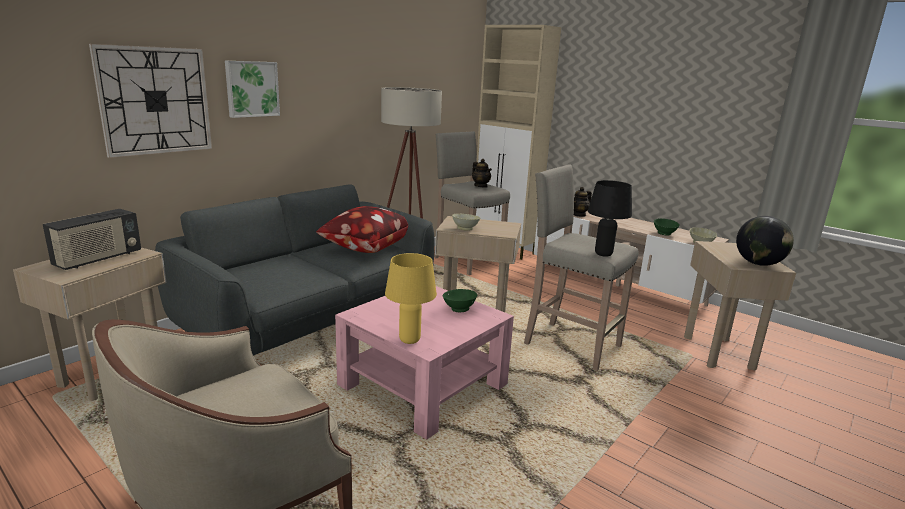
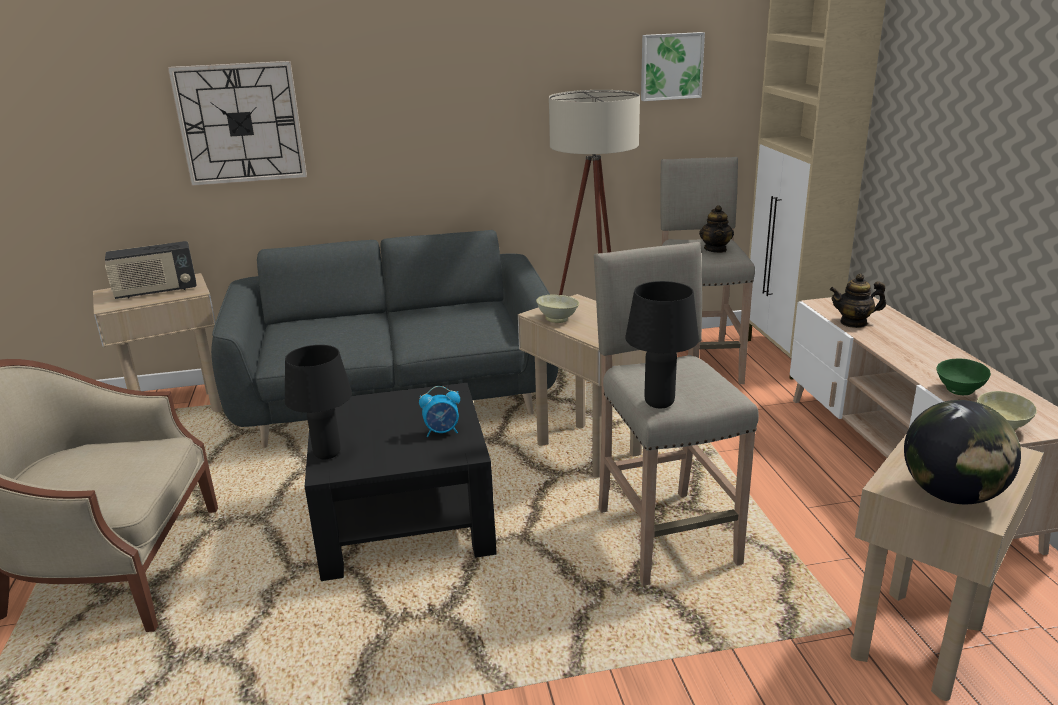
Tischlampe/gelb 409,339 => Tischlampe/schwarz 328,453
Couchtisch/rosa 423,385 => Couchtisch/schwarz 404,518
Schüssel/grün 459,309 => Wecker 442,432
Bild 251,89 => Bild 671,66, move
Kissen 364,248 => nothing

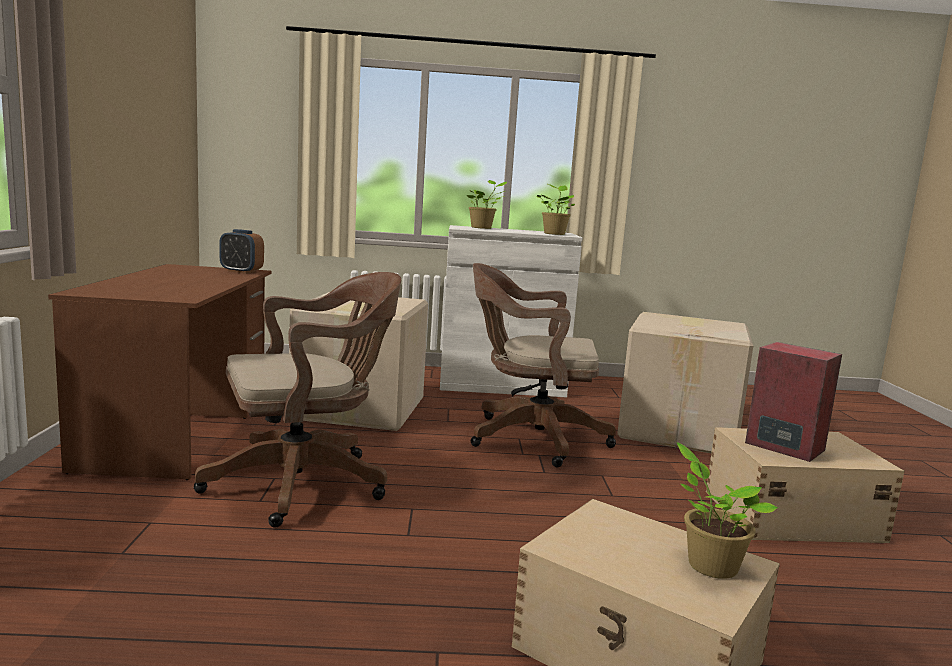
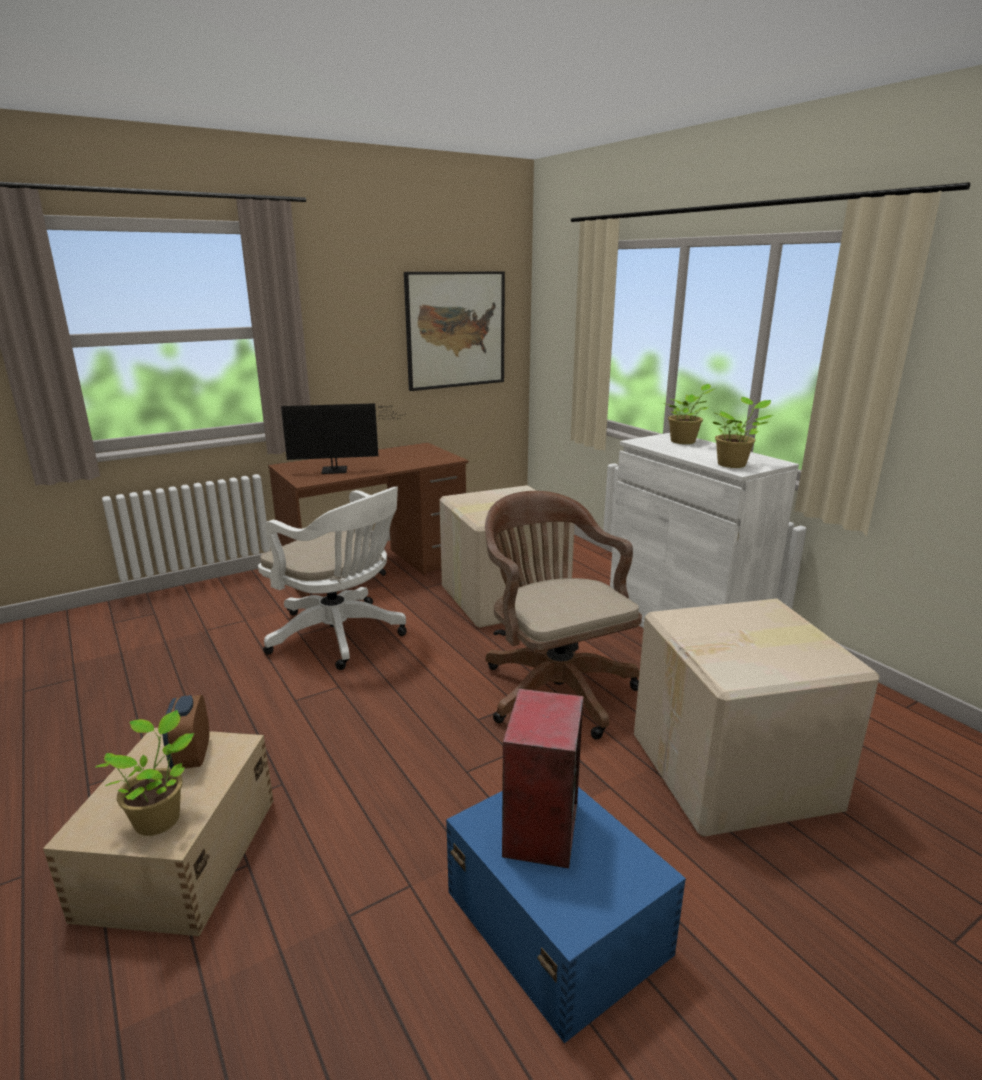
Wecker 241,271 => Wecker 191,756, move
Bürostuhl/braun 306,483 => Bürostuhl/weiß 341,636
nothing => Monitor 339,470
nothing => Bild 455,330
Aufbewahrungsbox/beige 789,515 => Aufbewahrungsbox/blau 555,919

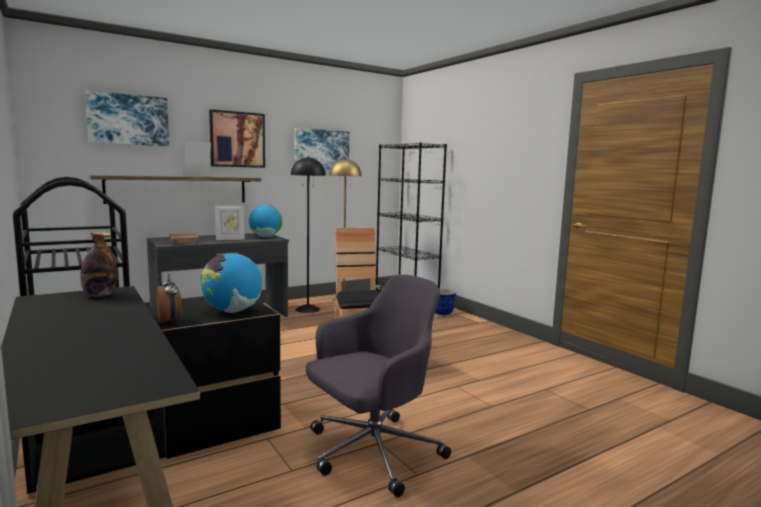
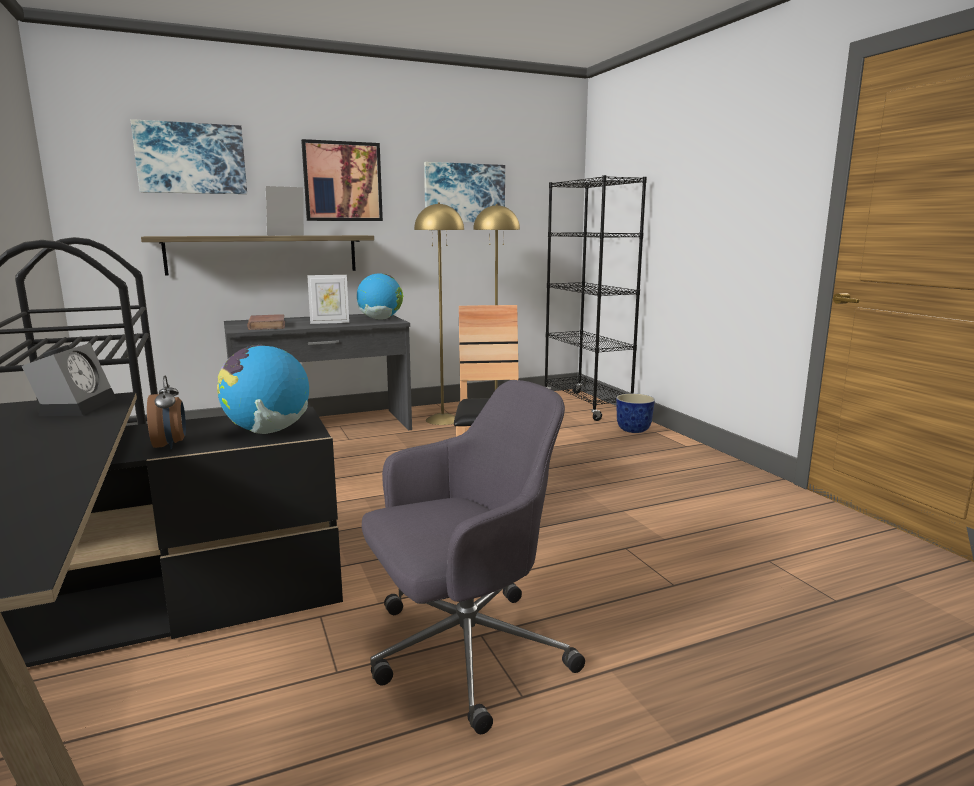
Flasche 100,295 => Wecker 76,406
Stehlampe/schwarz 308,309 => Stehlampe/gelb 442,419

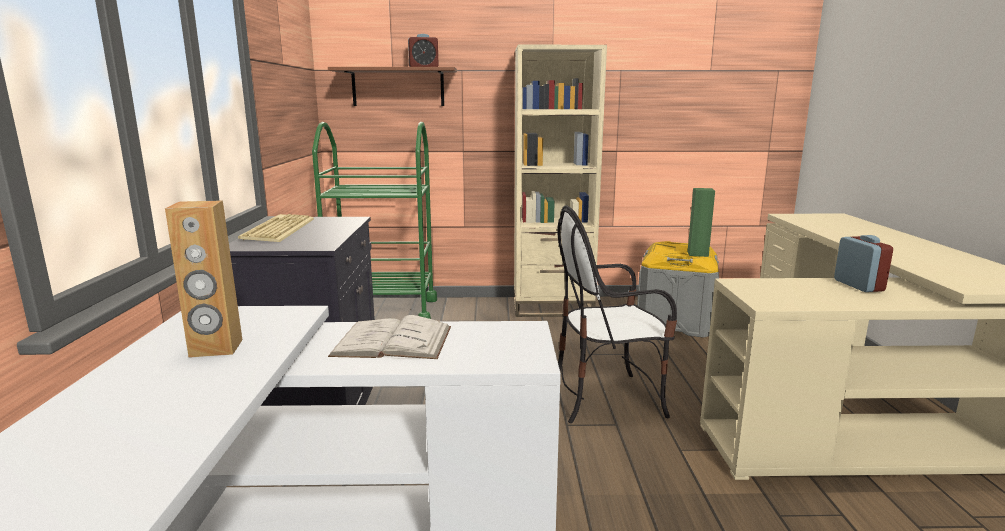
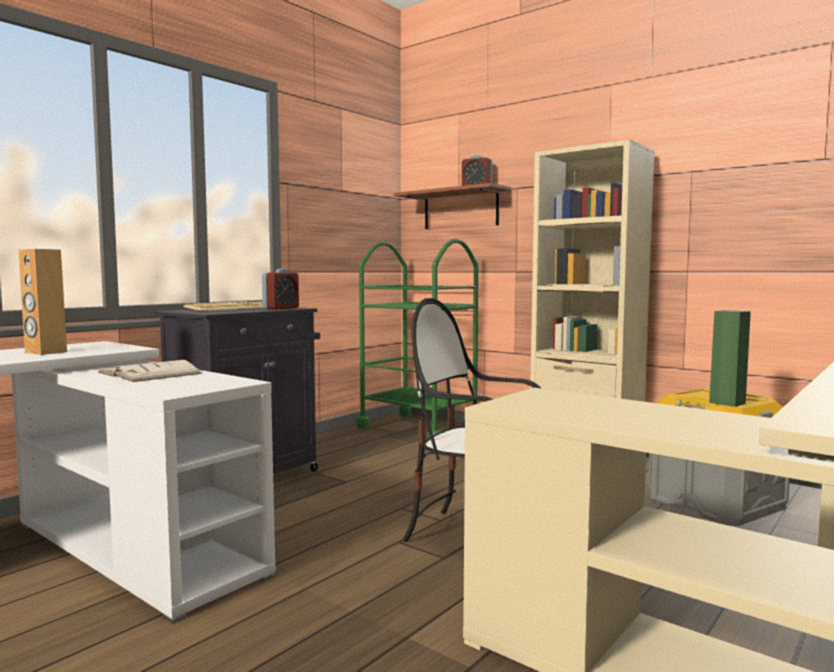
Wecker 858,285 => Wecker 281,308, move

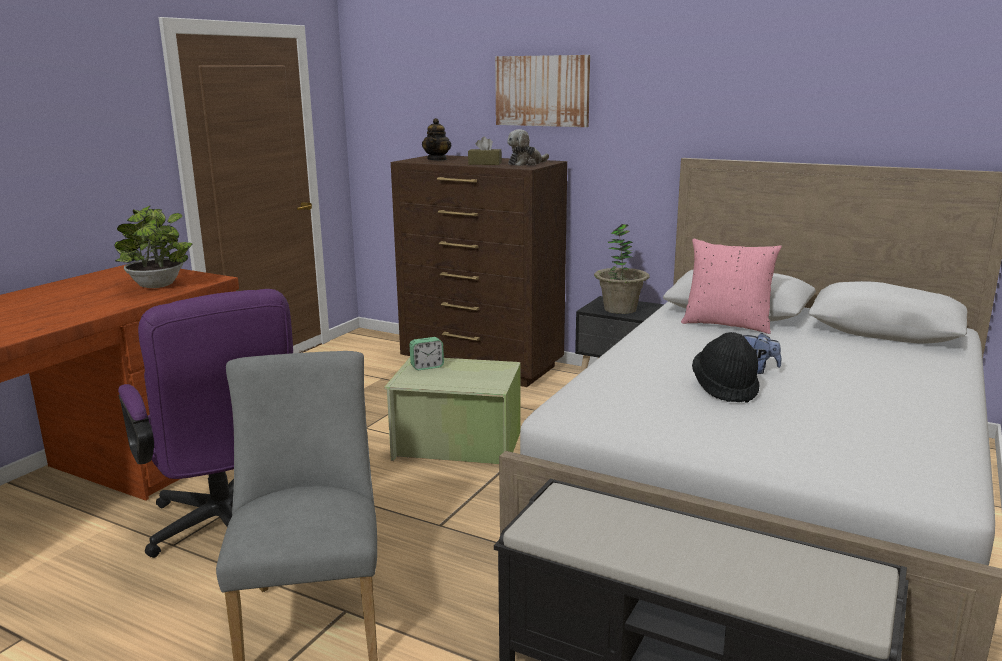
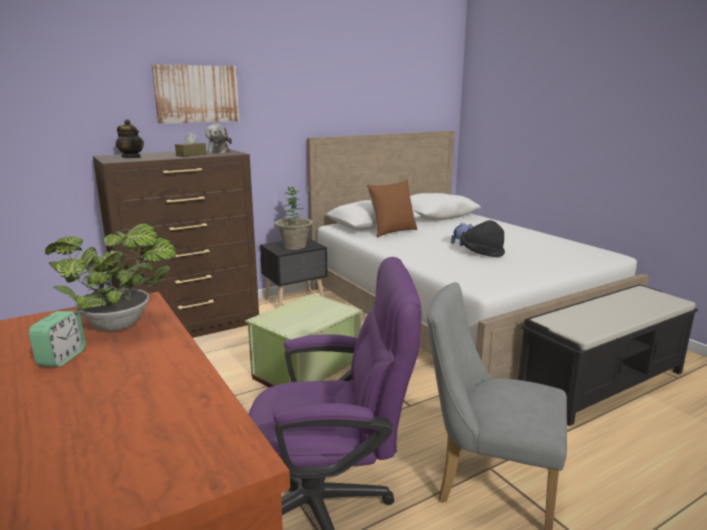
Wecker 427,367 => Wecker 62,358, move
Kissen/rosa 727,324 => Kissen/braun 392,231

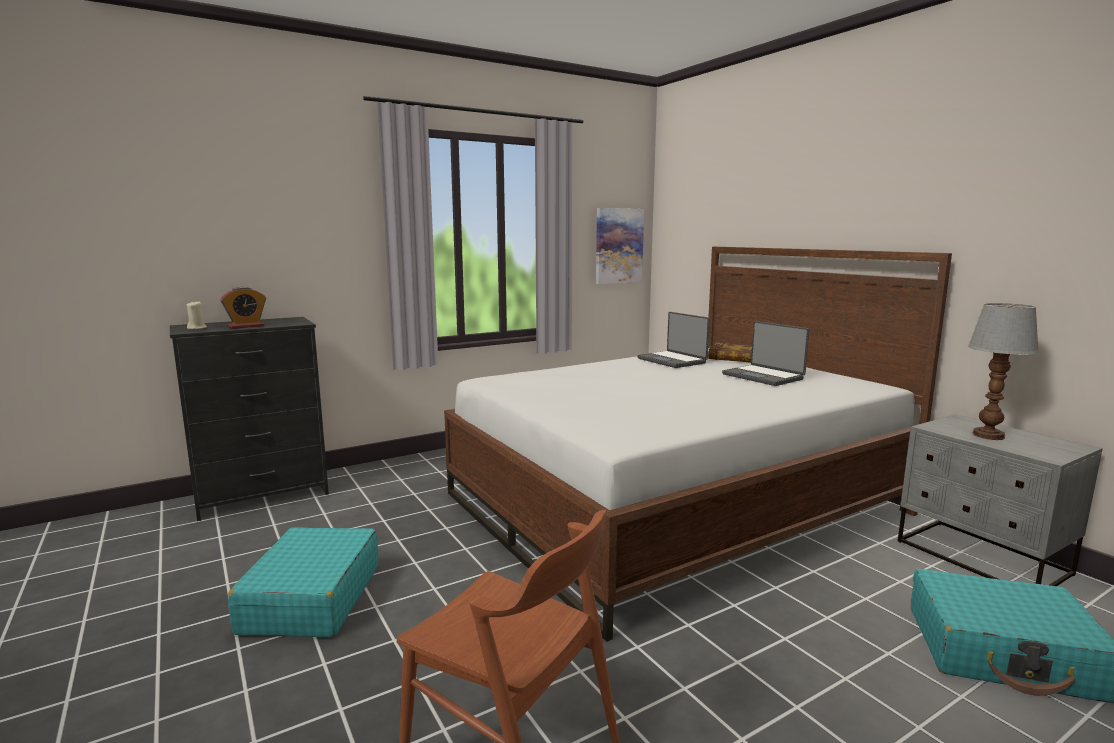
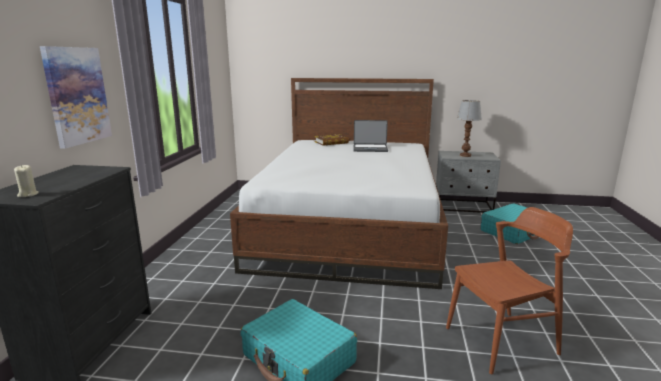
Bild 618,246 => Bild 77,95, move
Wecker 246,326 => nothing
Laptop 672,360 => nothing

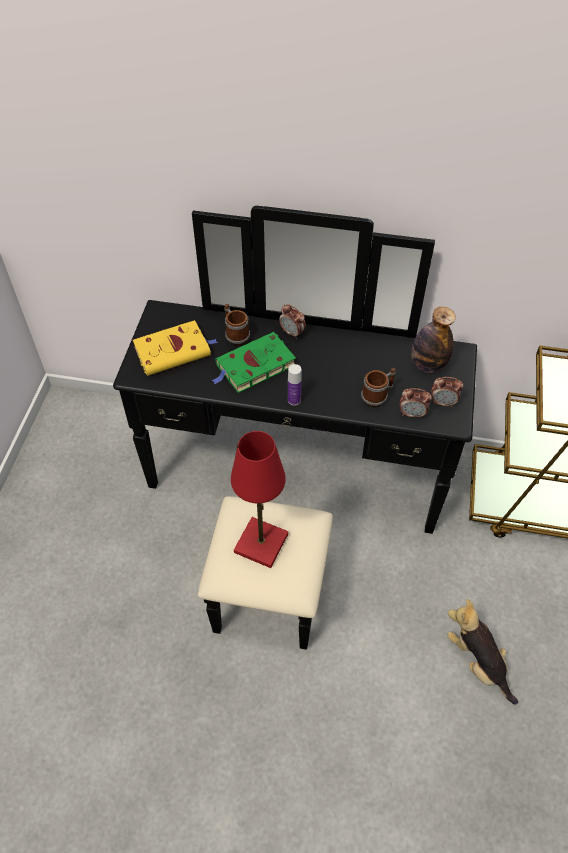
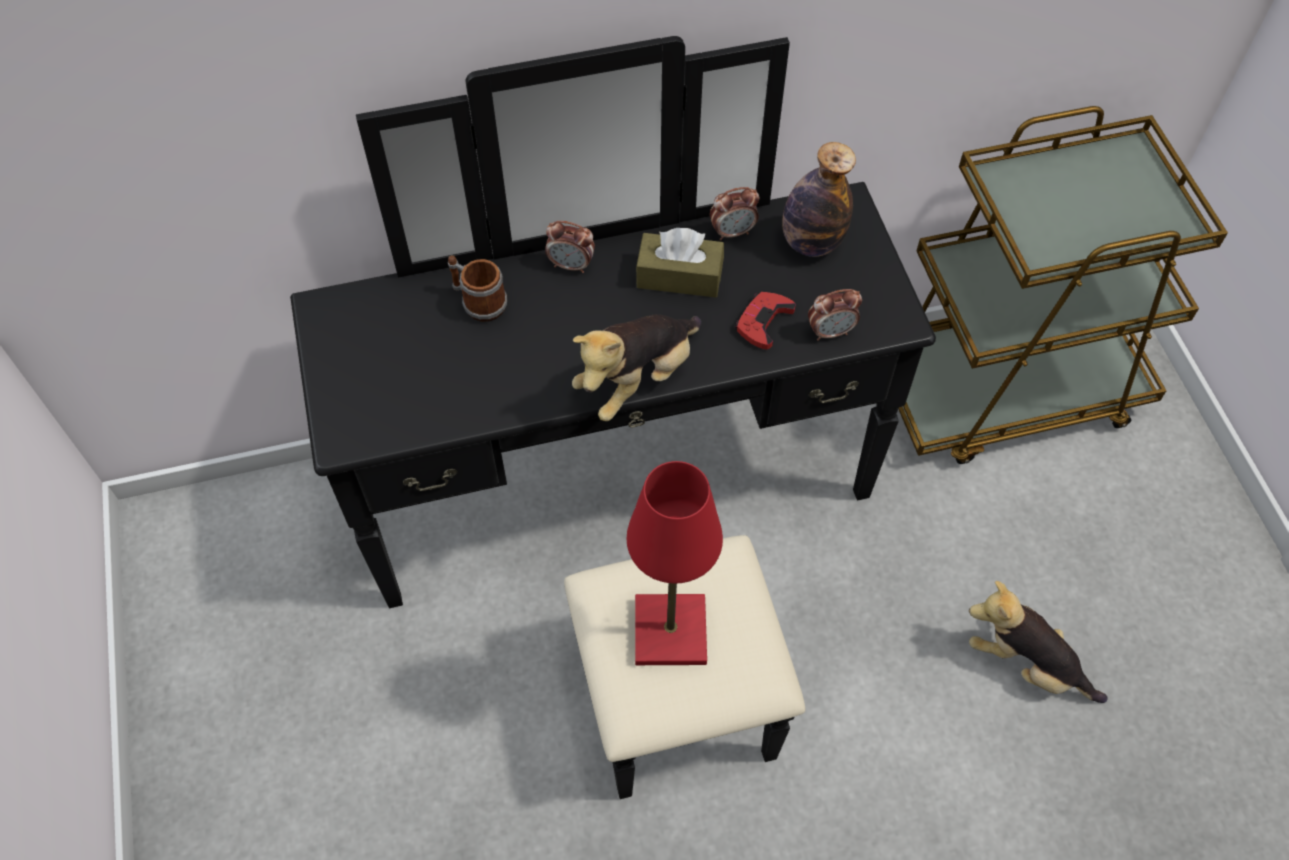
Flasche 294,400 => Plüschtier 637,379
nothing => Taschentuchbox/braun 679,276
Wecker 443,402 => Wecker 733,232, move
Henkelbecher 378,396 => Gamepad/rot 763,322
Buch/gelb 174,351 => nothing
Buch/grün 254,366 => nothing

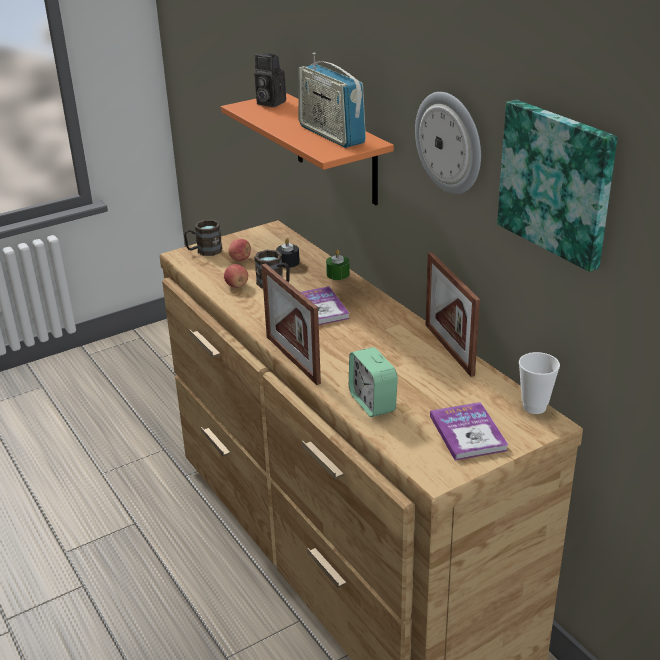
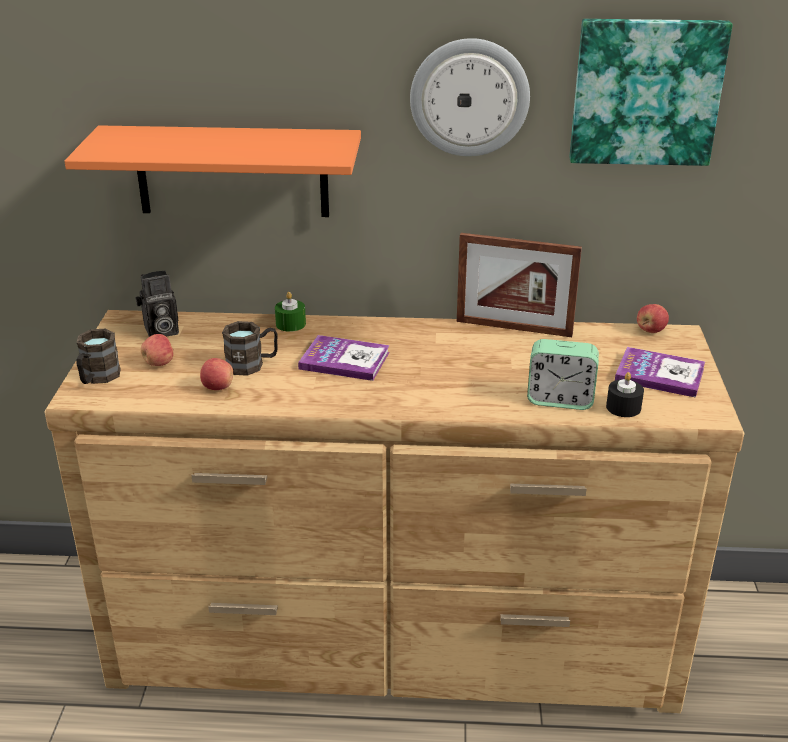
Kamera 269,103 => Kamera 160,332, move
Kerze/schwarz 288,262 => Kerze/schwarz 623,407, move
Tasse 534,407 => Apfel 650,330
Bilderrahmen 292,359 => nothing
Radio 331,134 => nothing

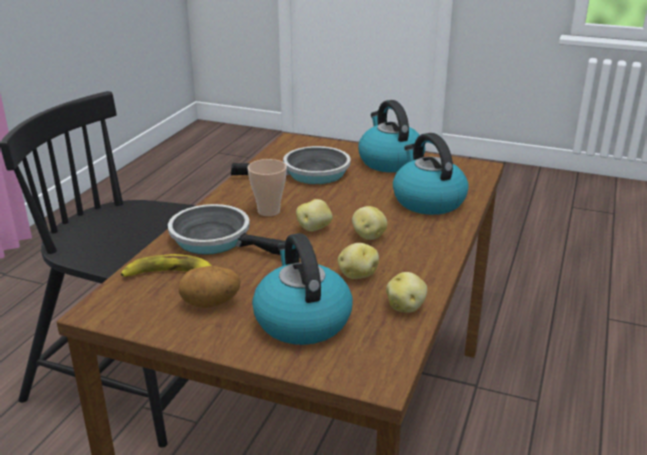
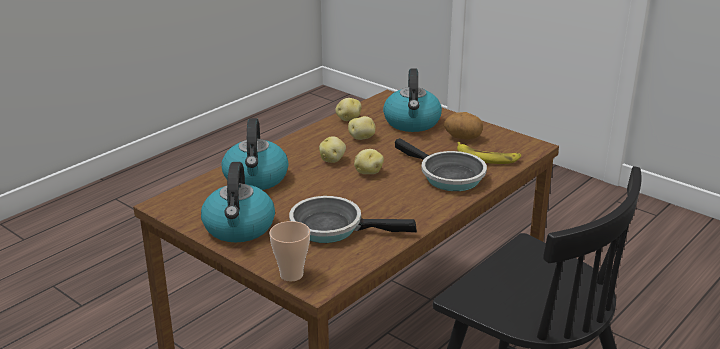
Tasse 268,211 => Tasse 291,275, move

